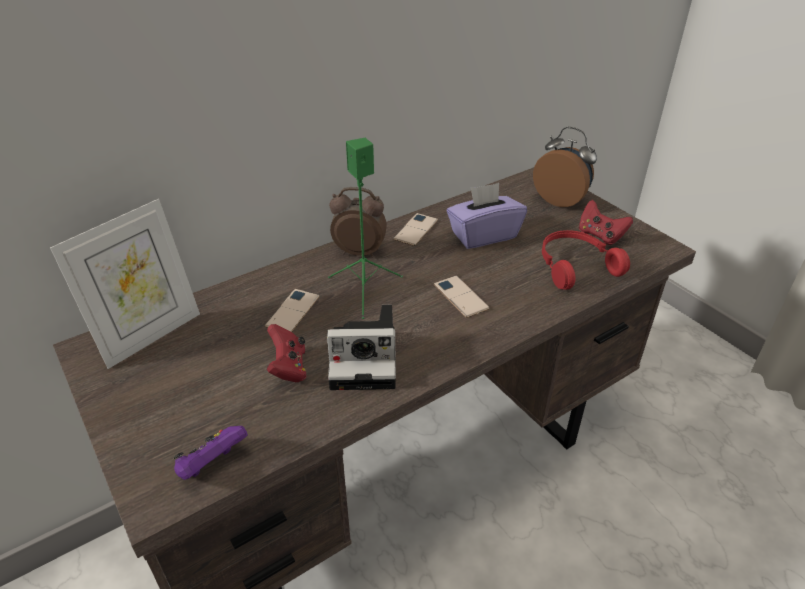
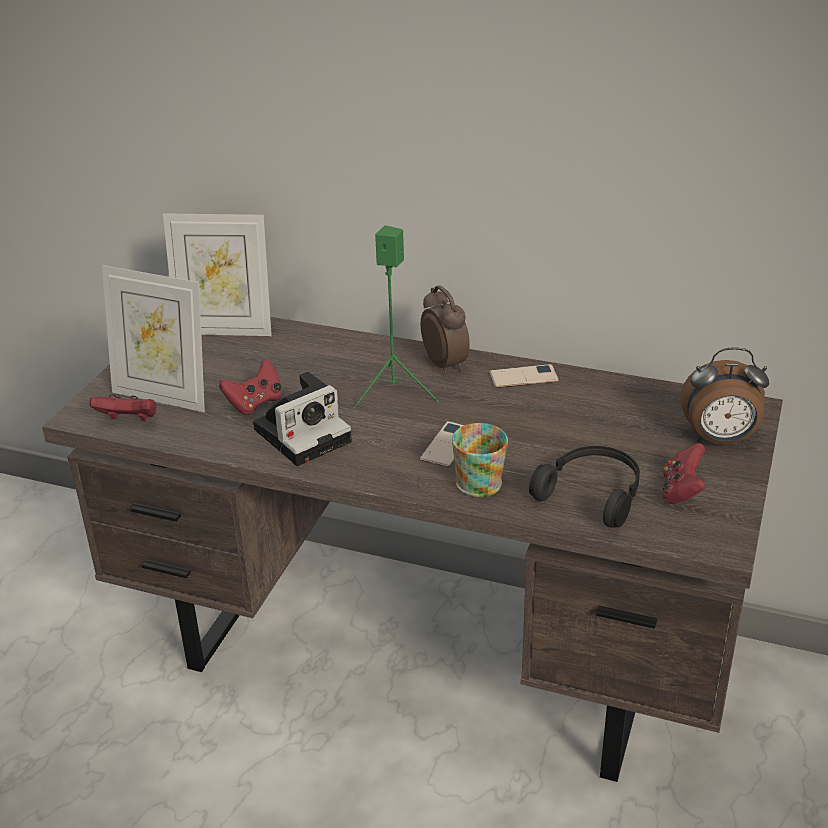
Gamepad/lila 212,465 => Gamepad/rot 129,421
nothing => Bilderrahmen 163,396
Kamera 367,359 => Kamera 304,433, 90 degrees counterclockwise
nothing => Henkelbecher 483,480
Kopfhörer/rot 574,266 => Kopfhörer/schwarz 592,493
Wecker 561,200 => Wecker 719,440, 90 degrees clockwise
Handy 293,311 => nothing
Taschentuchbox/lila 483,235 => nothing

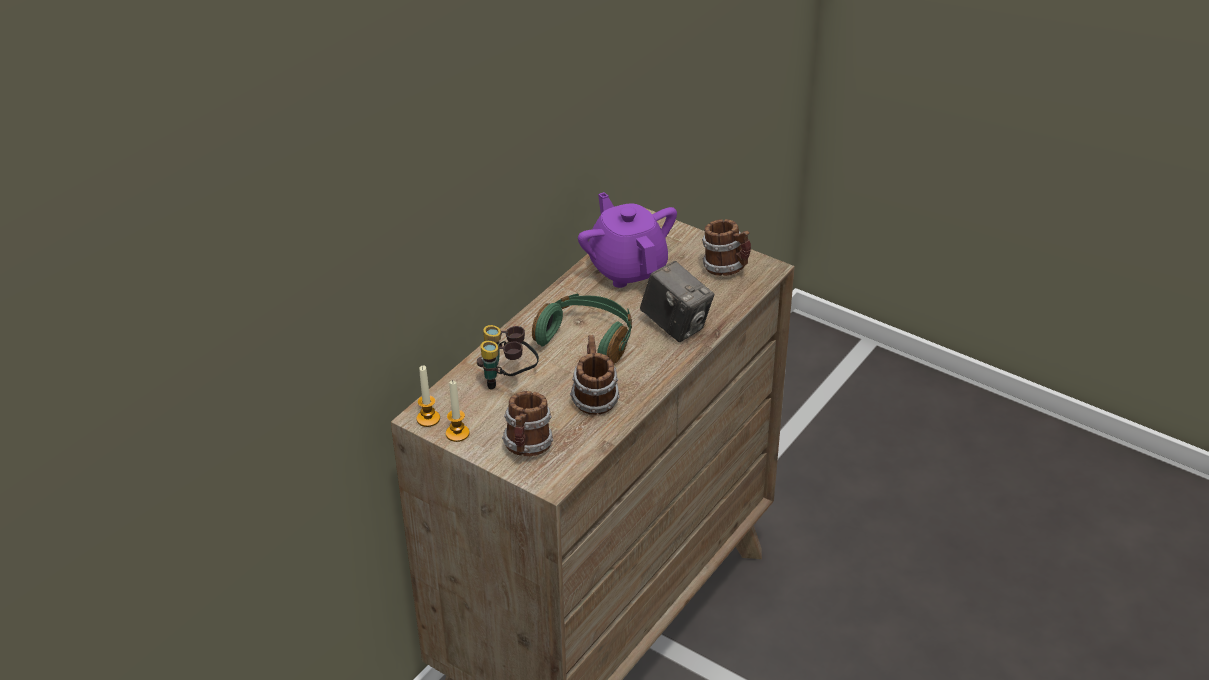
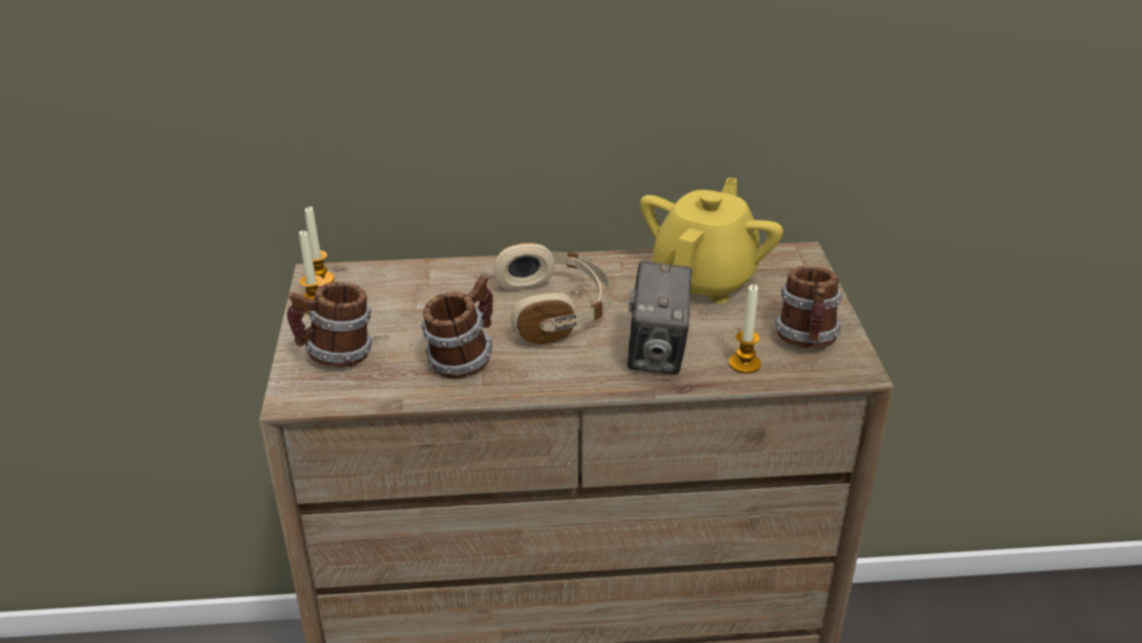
Kopfhörer/grün 587,339 => Kopfhörer/beige 555,310
Teekanne/lila 628,268 => Teekanne/gelb 705,279
nothing => Kerze 744,364
Fernglas 508,380 => nothing

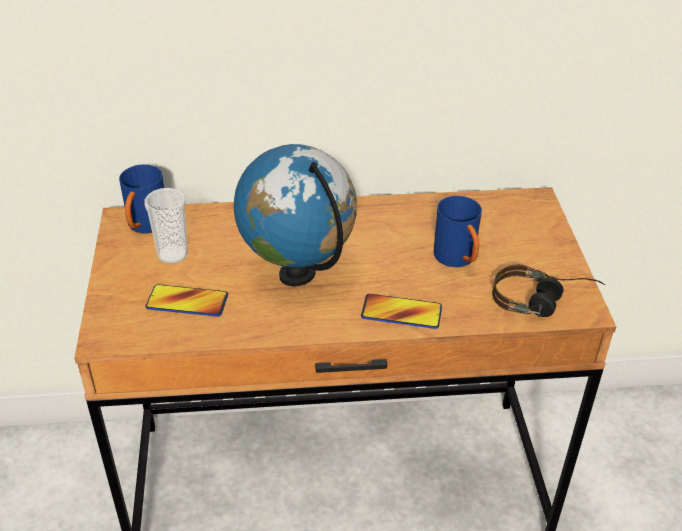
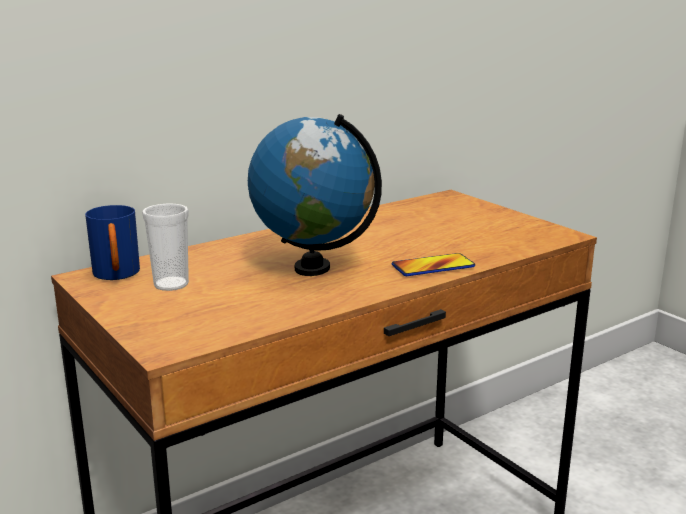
Handy 187,302 => nothing
Henkelbecher/blau 458,260 => nothing
Kopfhörer 543,303 => nothing

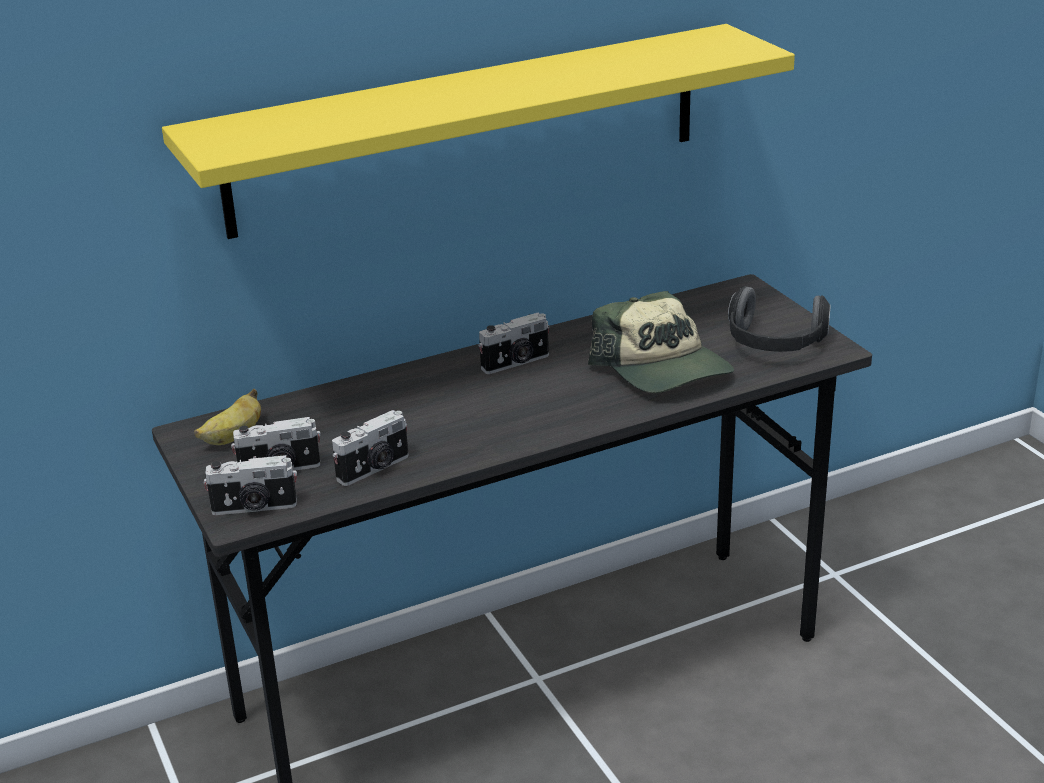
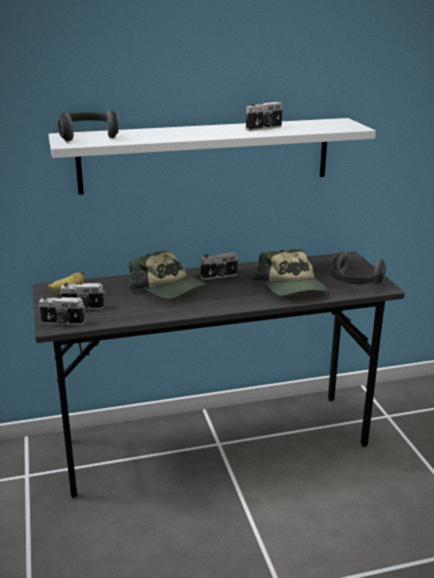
Wandregal/gelb 468,129 => Wandregal/weiß 206,155
nothing => Kopfhörer 87,136
nothing => Kappe 169,288
Kamera 375,469 => Kamera 264,128, move

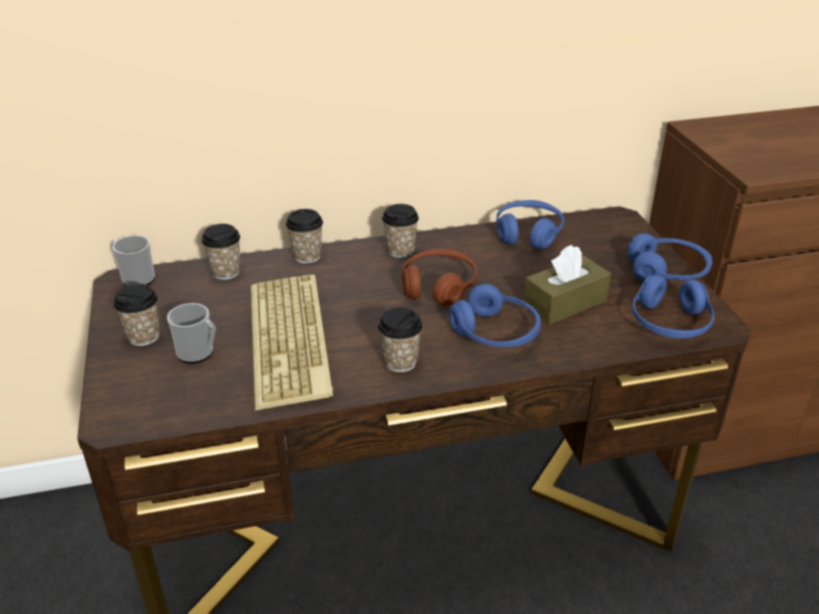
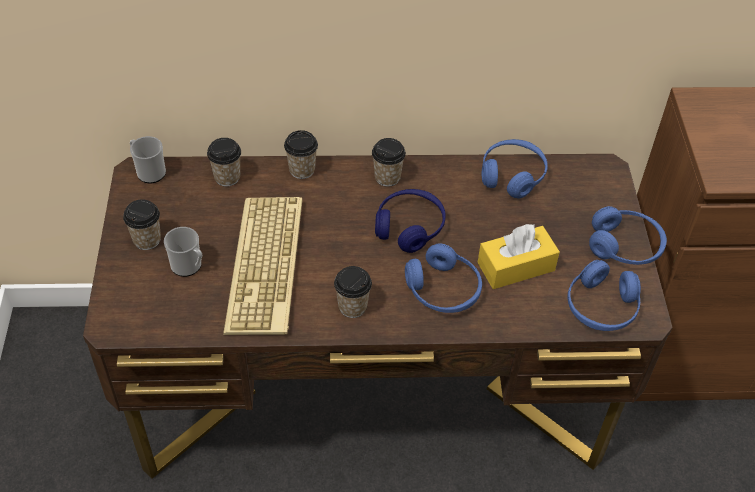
Kopfhörer/braun 438,286 => Kopfhörer/blau 409,227
Taschentuchbox/braun 565,303 => Taschentuchbox/gelb 516,266

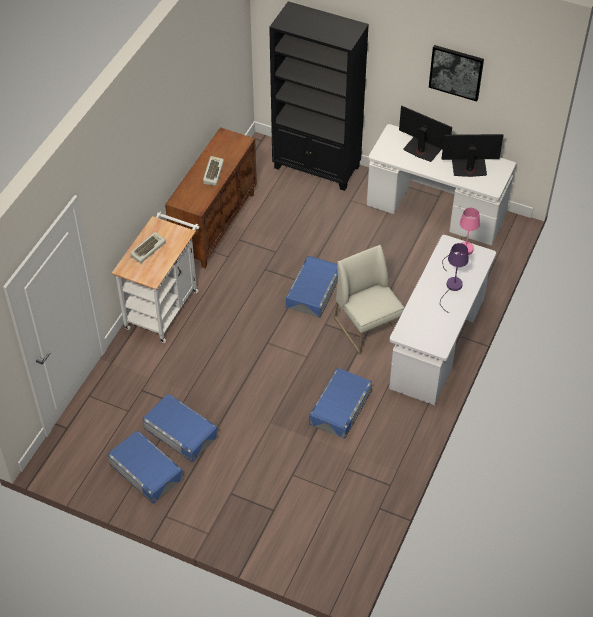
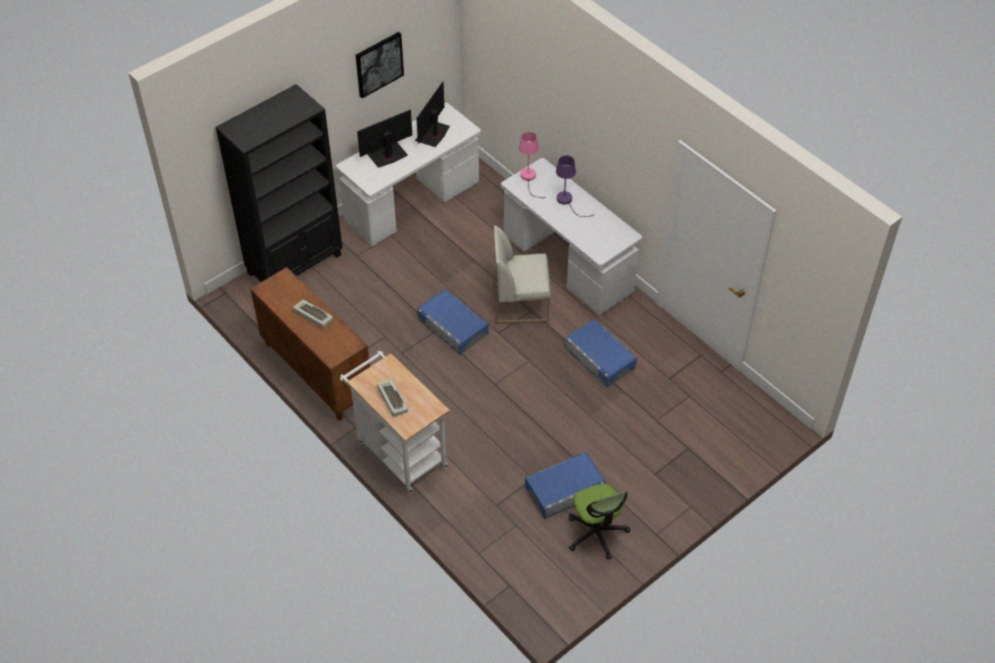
Aufbewahrungsbox/blau 146,471 => Bürostuhl 596,533

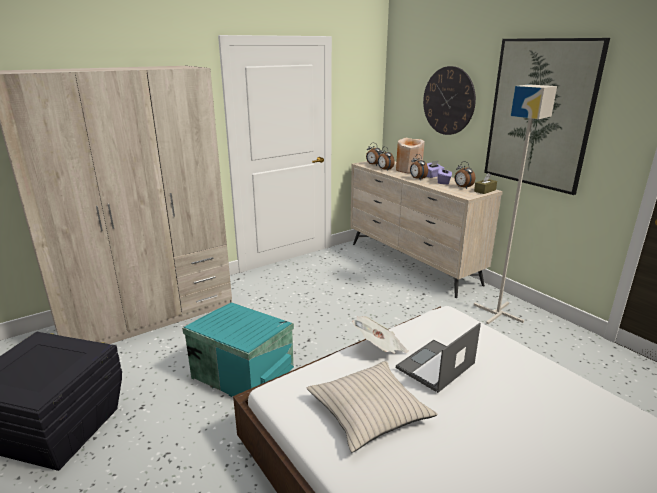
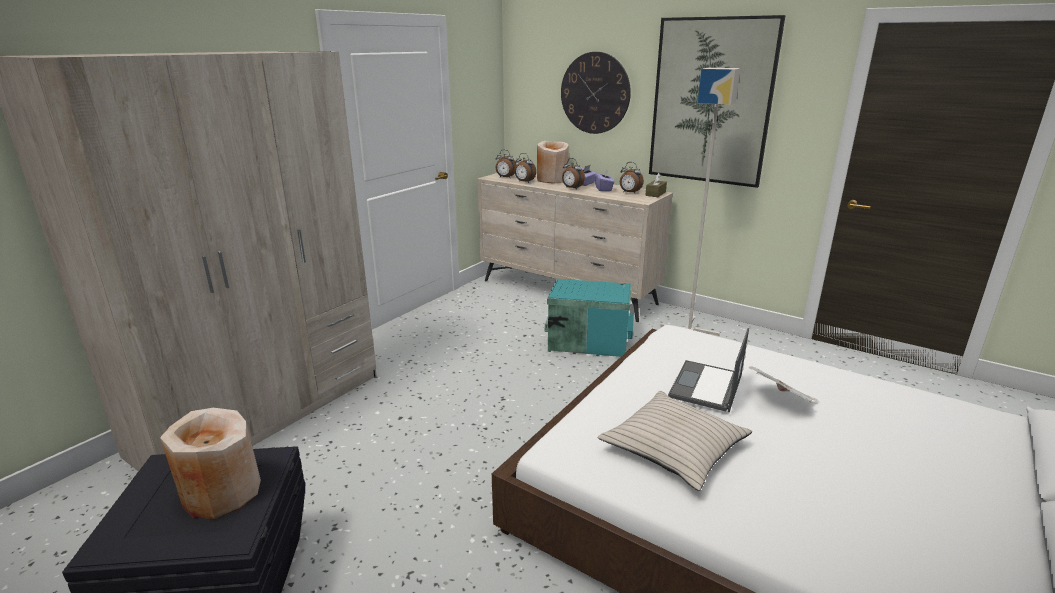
nothing => Vase/beige 221,493
Aufbewahrungsbox/türkis 243,371 => Aufbewahrungsbox/türkis 588,339, move
Zeitung 380,348 => Zeitung 782,401, move

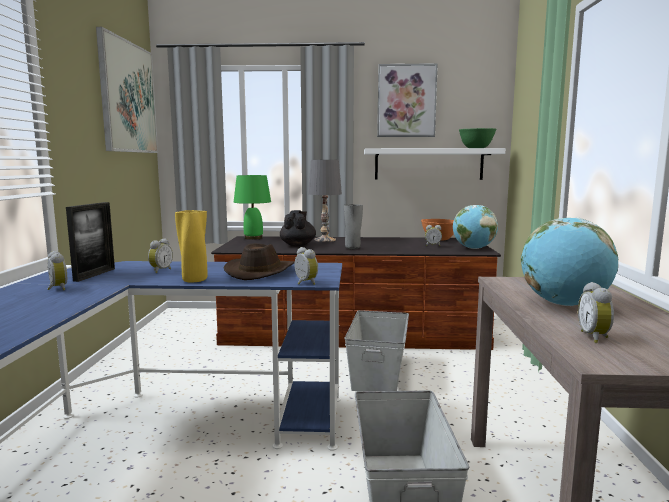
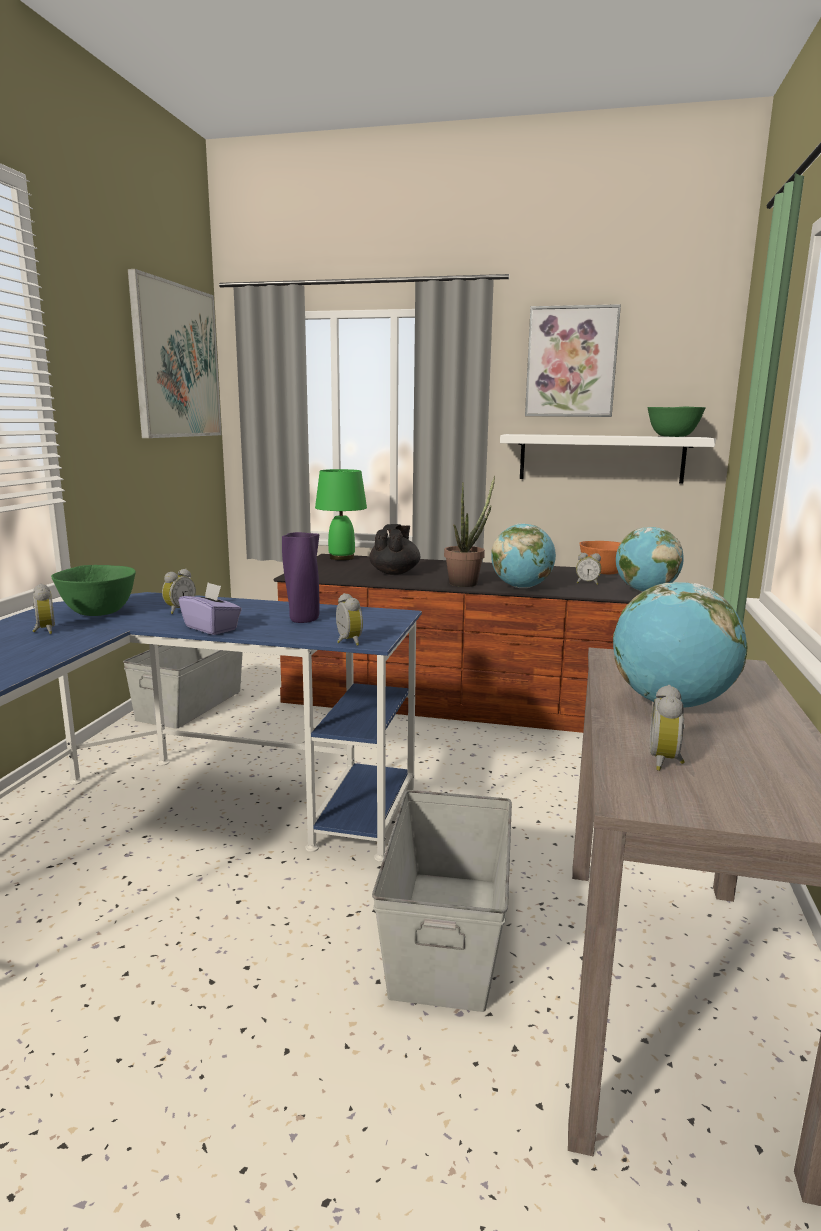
Bilderrahmen 95,275 => Schüssel/grün 98,612
Aufbewahrungsbox/grau 378,372 => Aufbewahrungsbox/grau 191,704, move
Vase/gelb 194,280 => Taschentuchbox/lila 211,628
Hut/braun 261,272 => Vase/lila 303,620
Vase/grau 352,248 => Topfpflanze 467,582
nothing => Globus 521,587
Tischlampe/grau 324,240 => nothing

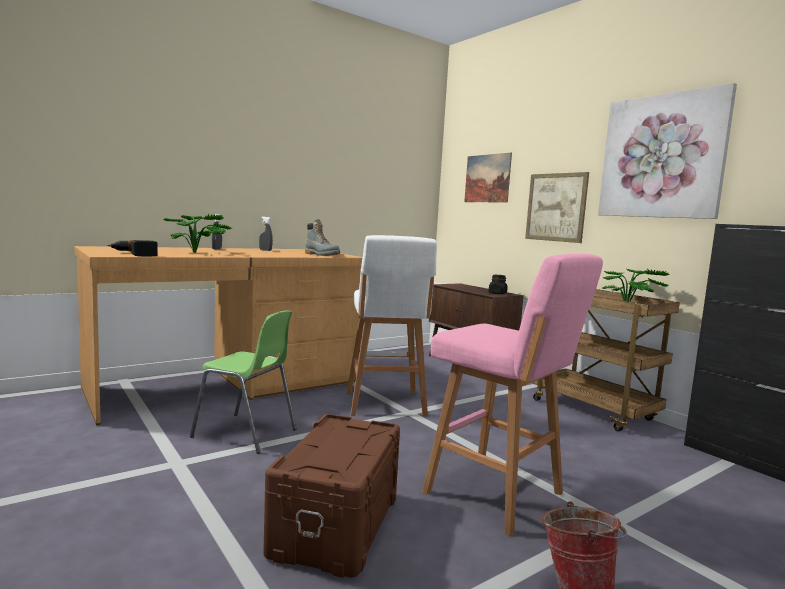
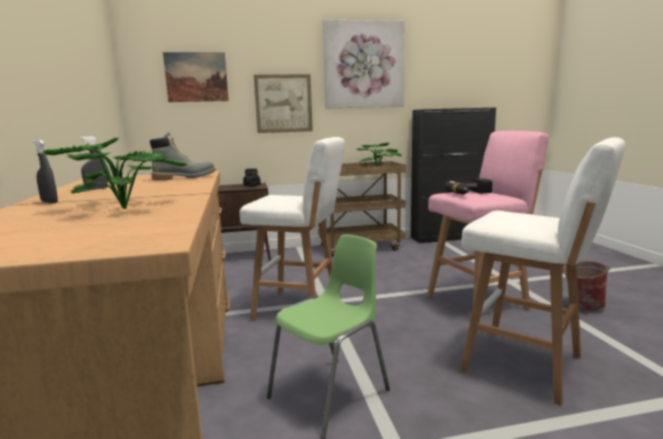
Bohrmaschine 135,254 => Bohrmaschine 471,194, move
Aufbewahrungsbox/braun 334,524 => Hocker/weiß 526,365

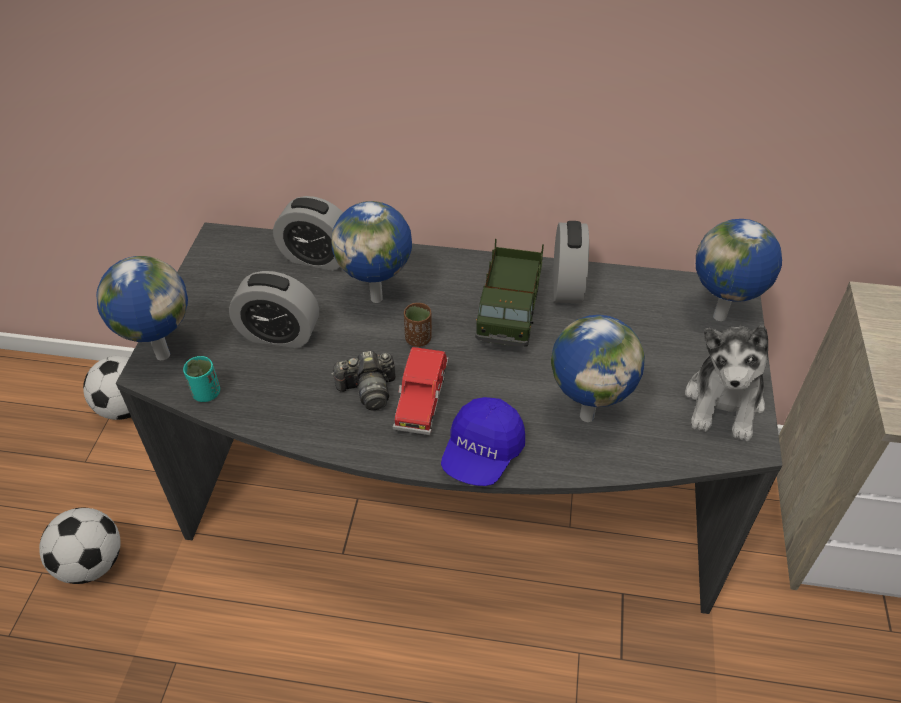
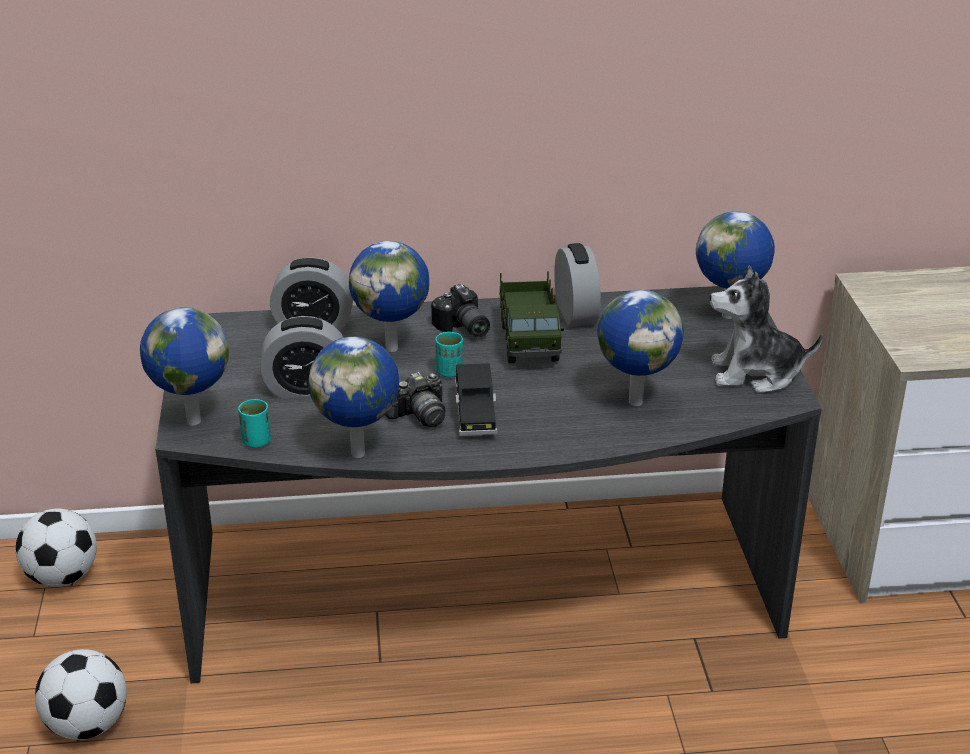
nothing => Globus 360,453
nothing => Kamera 462,328
Tasse/braun 418,339 => Tasse/türkis 449,372
Spielzeugauto/rot 422,399 => Spielzeugauto/schwarz 475,413
Plüschtier 724,402 => Plüschtier 755,374, 90 degrees clockwise
Kappe/blau 482,453 => nothing

